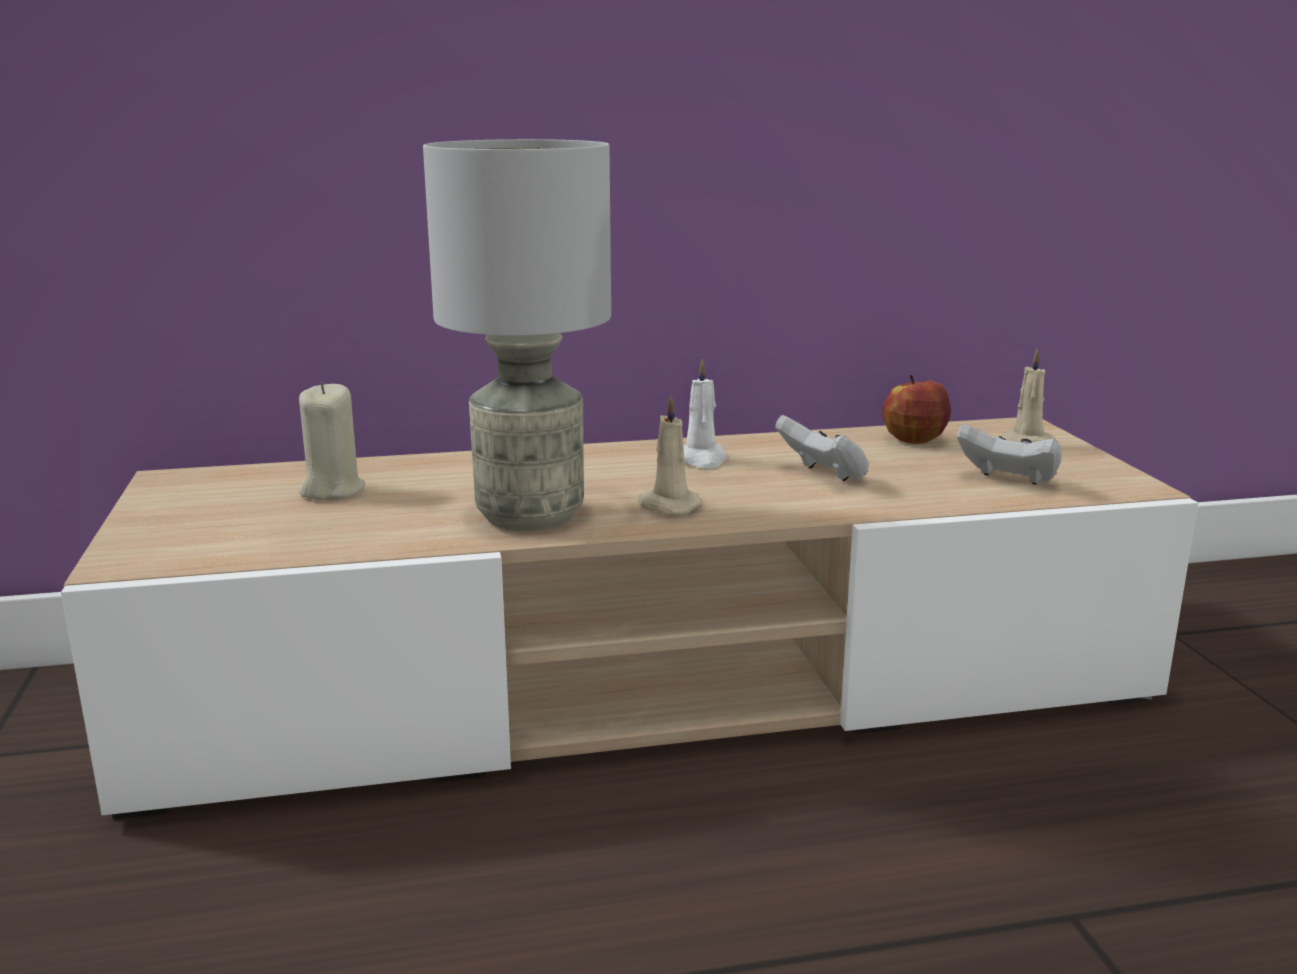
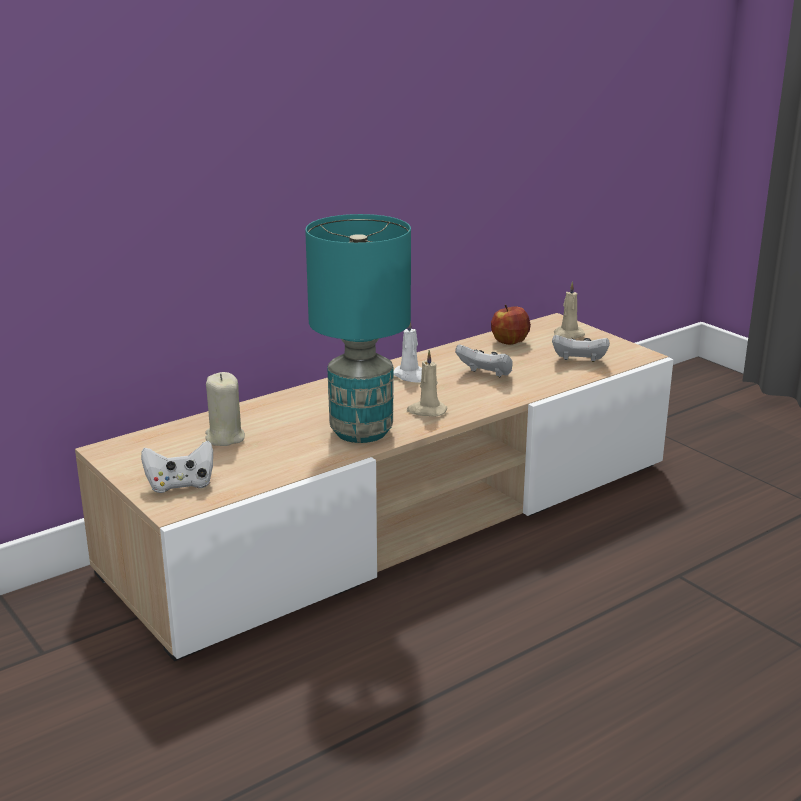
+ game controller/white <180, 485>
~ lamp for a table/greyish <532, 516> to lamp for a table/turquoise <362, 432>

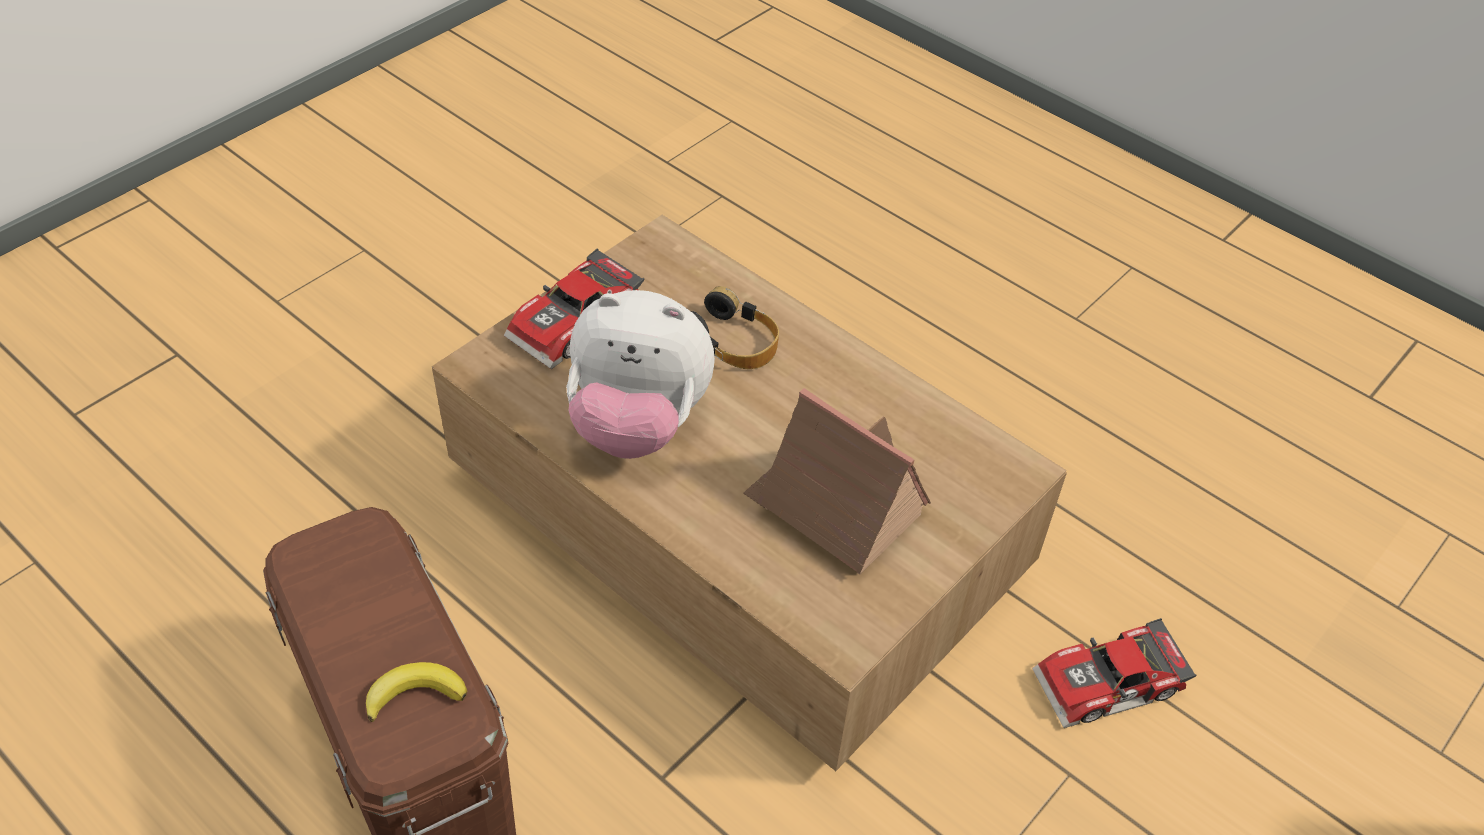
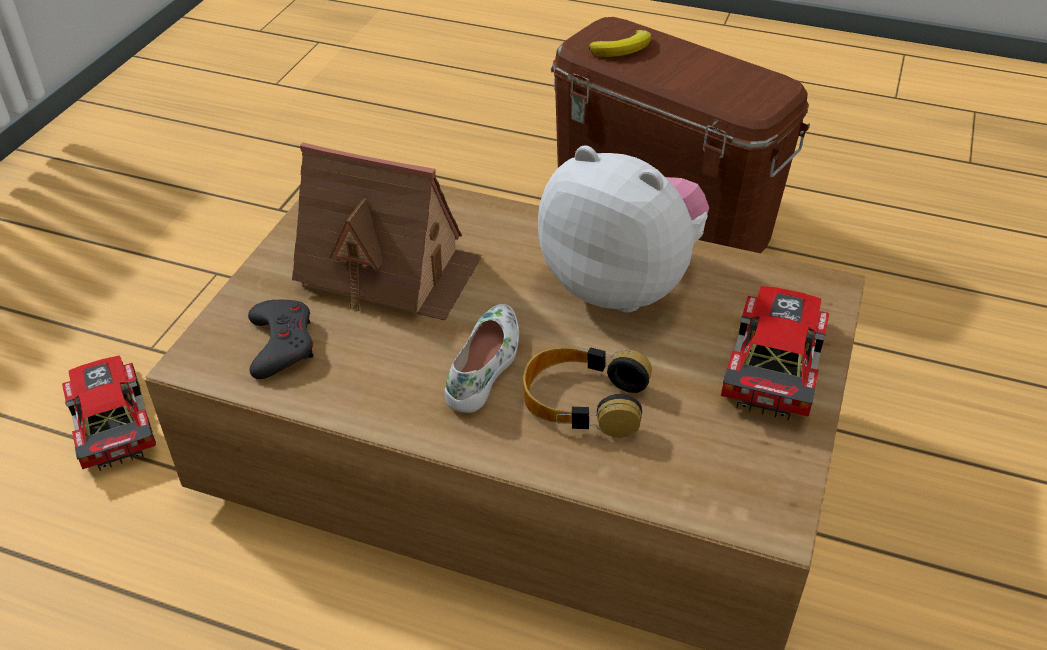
~ toy car <1110, 687> = <107, 424> 75 degrees counterclockwise
+ game controller/greyish <281, 343>
+ shoe/white <485, 366>
~ cuddly toy <638, 424> = <621, 284> 45 degrees clockwise

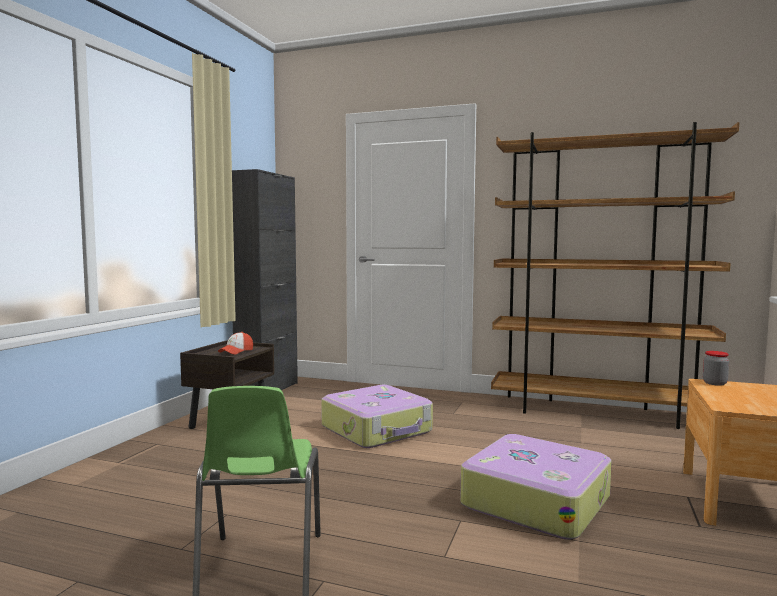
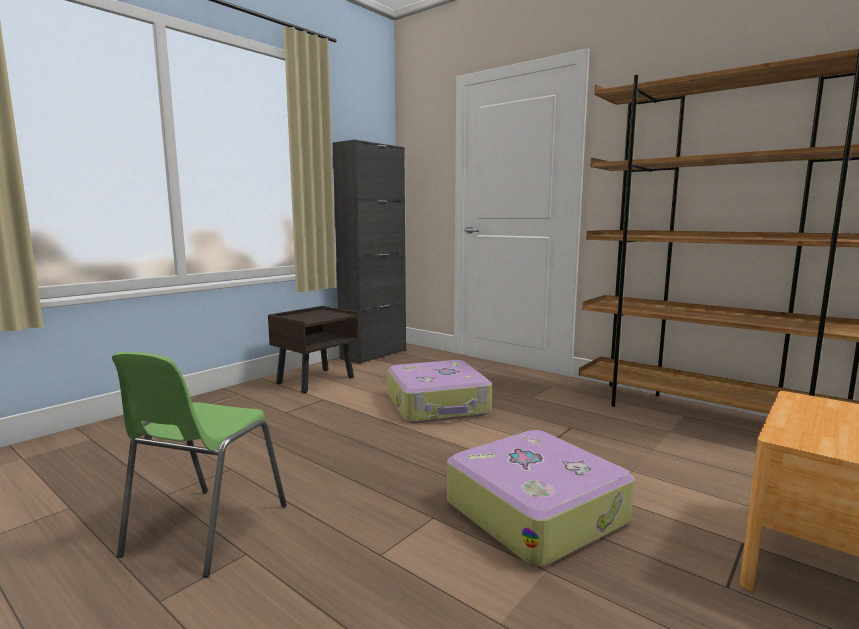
- baseball cap <236, 351>
- jar <714, 383>

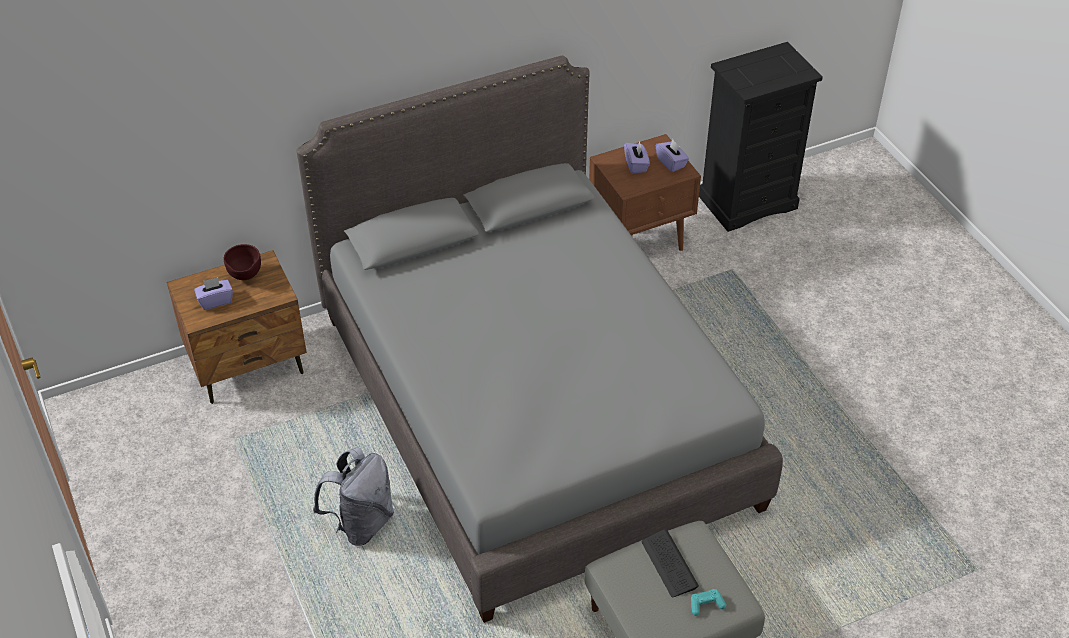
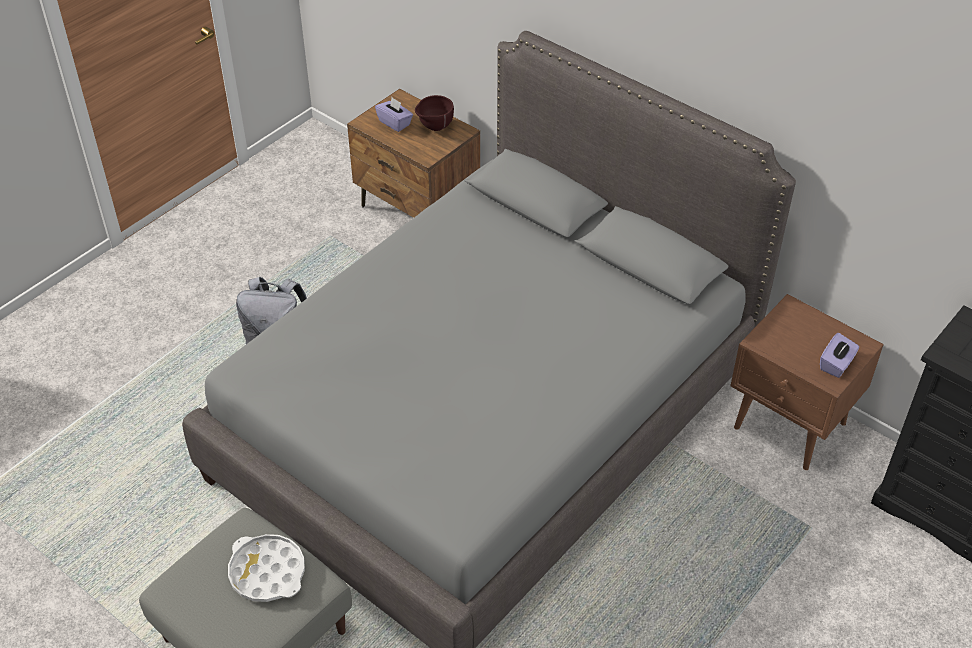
~ keyboard <669, 564> to serving tray/white <267, 572>
- tissue holder/purple <636, 165>
- game controller/turquoise <706, 605>

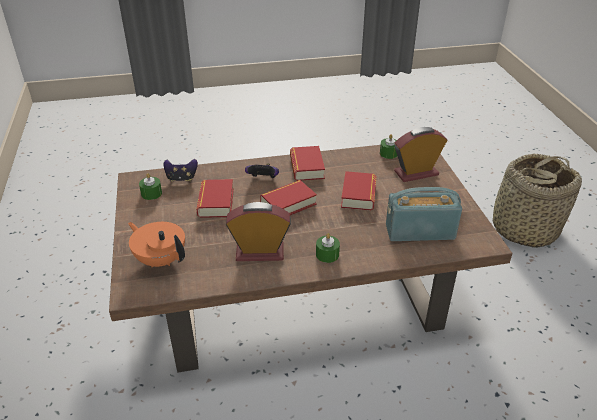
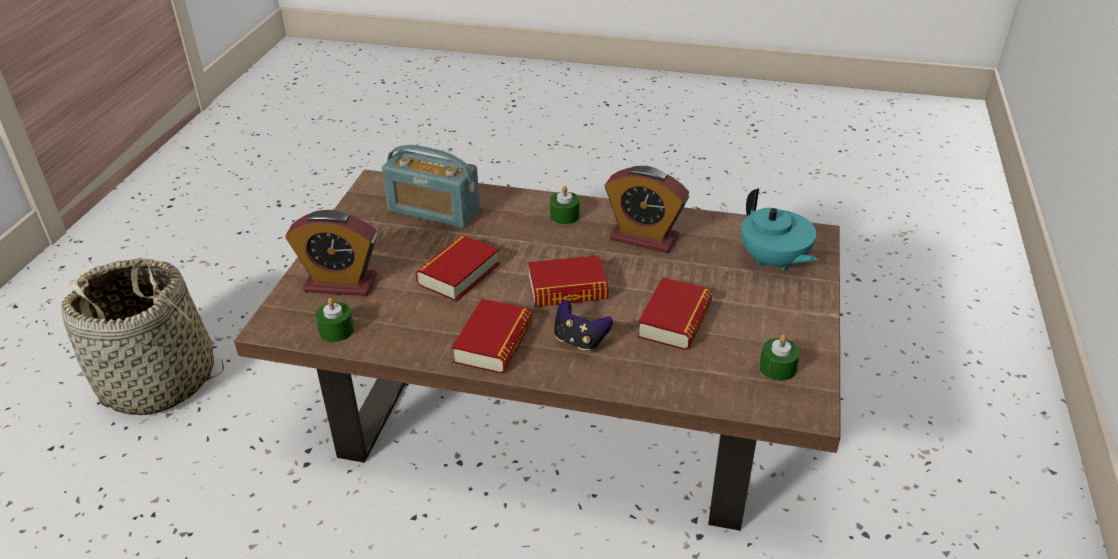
~ teapot/orange <161, 259> to teapot/turquoise <773, 262>
- game controller <181, 179>

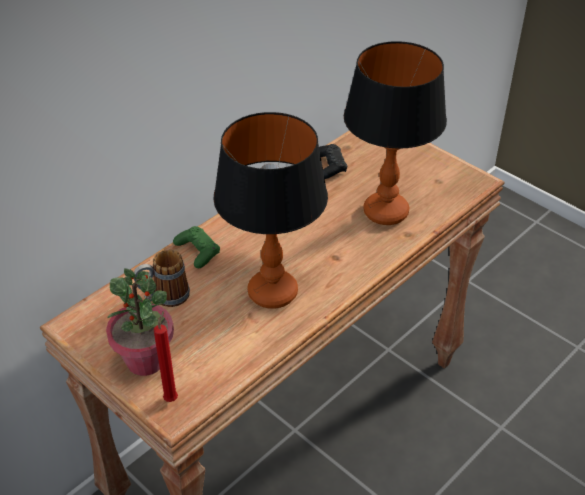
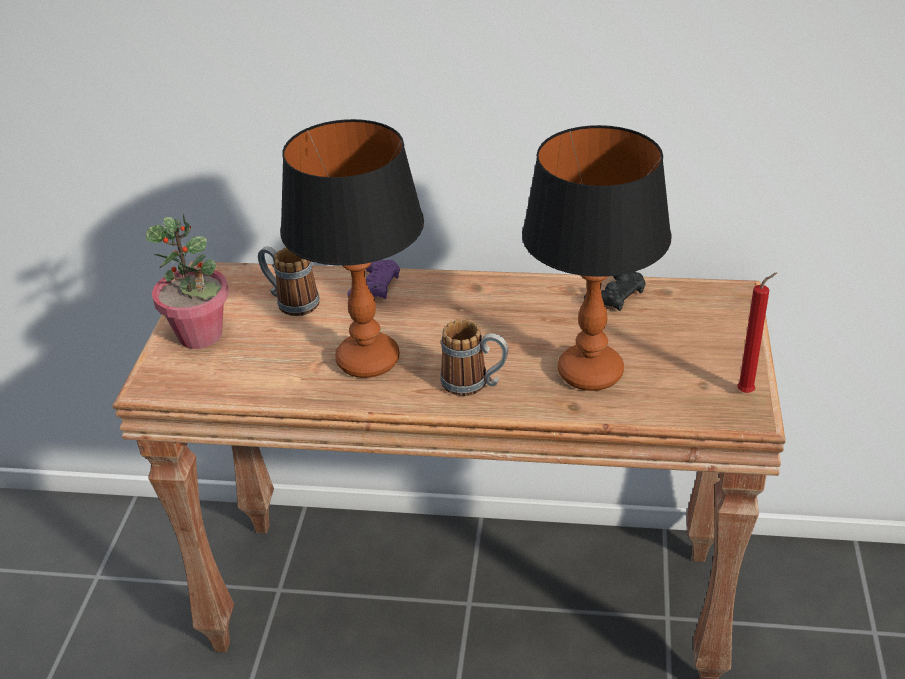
~ game controller/greenish <198, 251> to game controller/purple <375, 287>
+ coffee mug <474, 384>
~ wax candle/reddish <172, 398> to <748, 392>

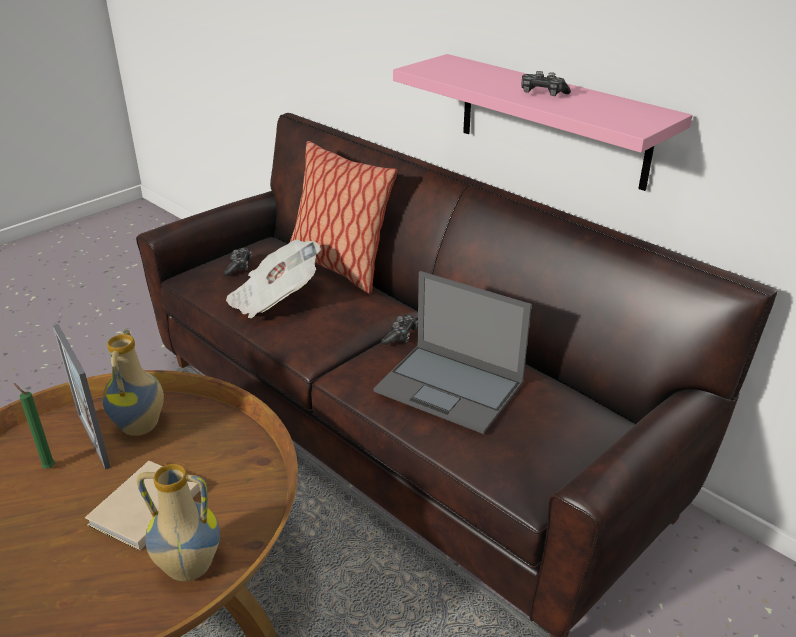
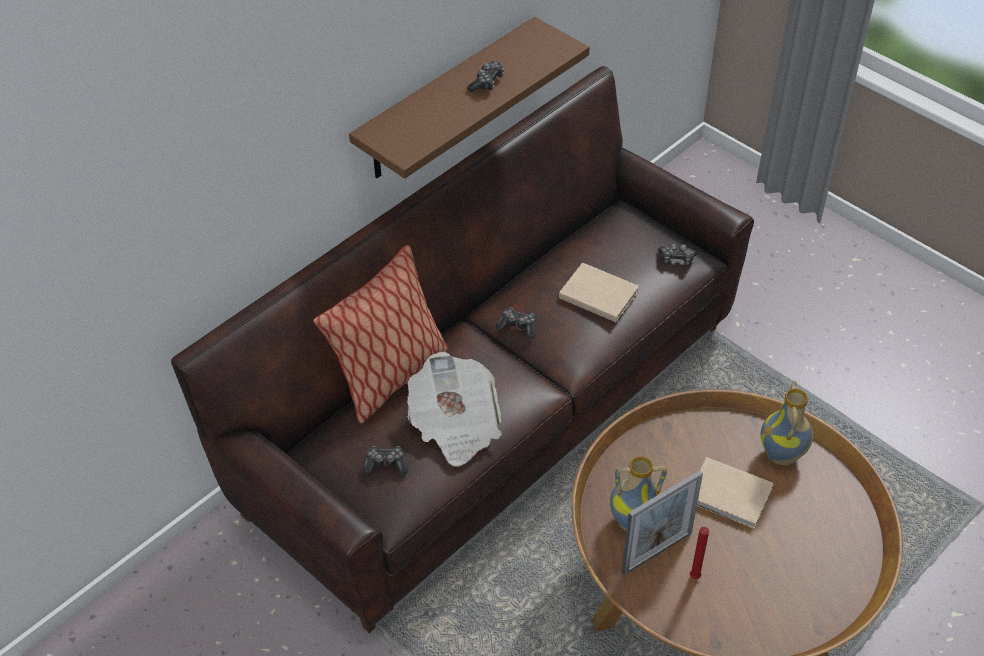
~ wall shelf/pink-coloured <552, 120> to wall shelf/brown-coloured <447, 101>
~ laptop <451, 387> to book/sand-coloured <597, 293>
+ game controller <676, 258>
~ wax candle/greenish <48, 467> to wax candle/reddish <694, 578>

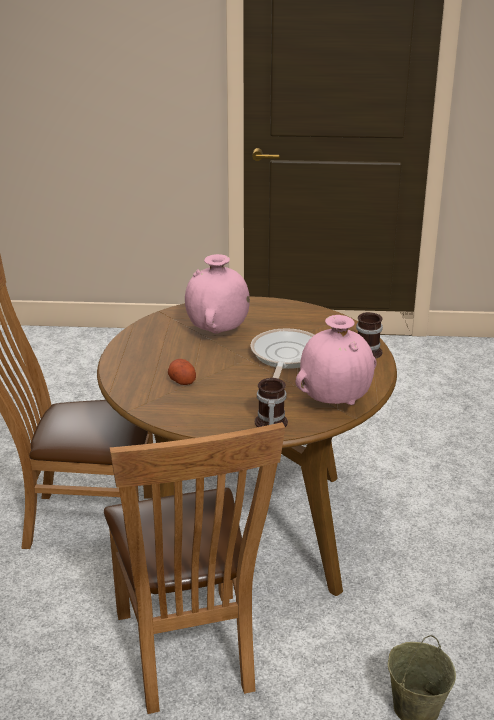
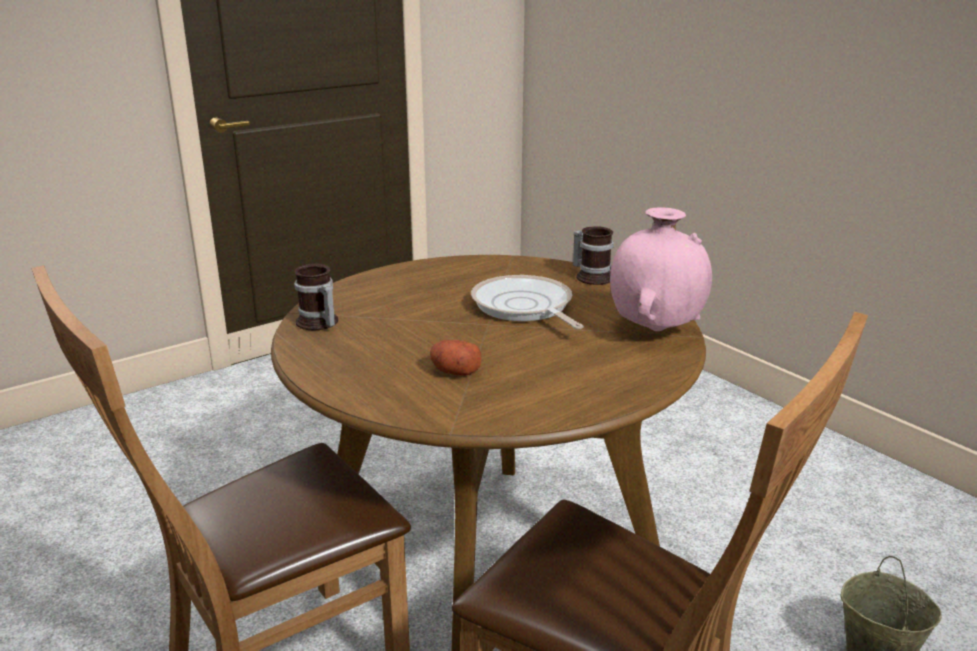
~ coffee mug <269, 424> to <317, 324>
- vase/pink-coloured <217, 332>

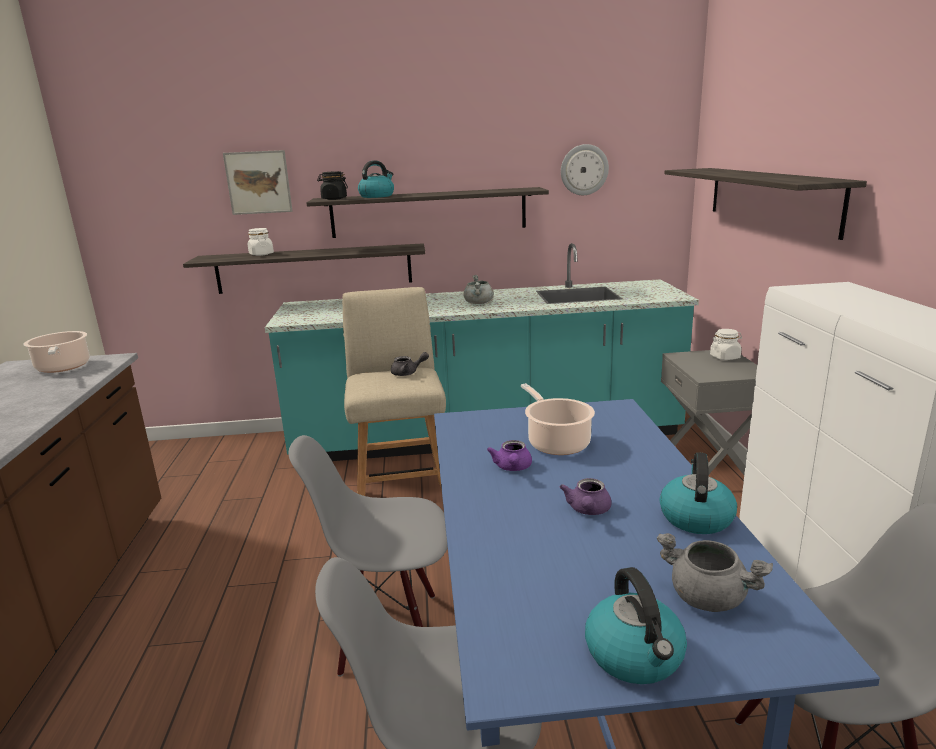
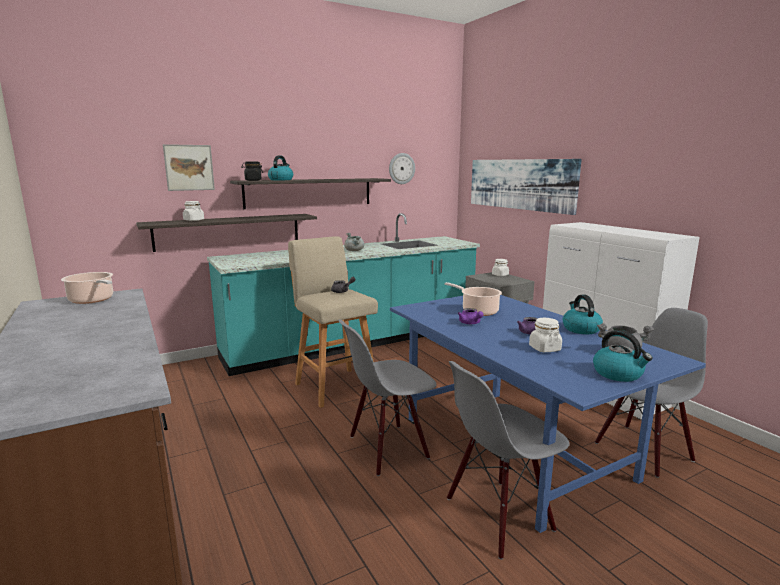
~ wall shelf <770, 198> to wall picture <519, 184>
+ jar/white <544, 348>

